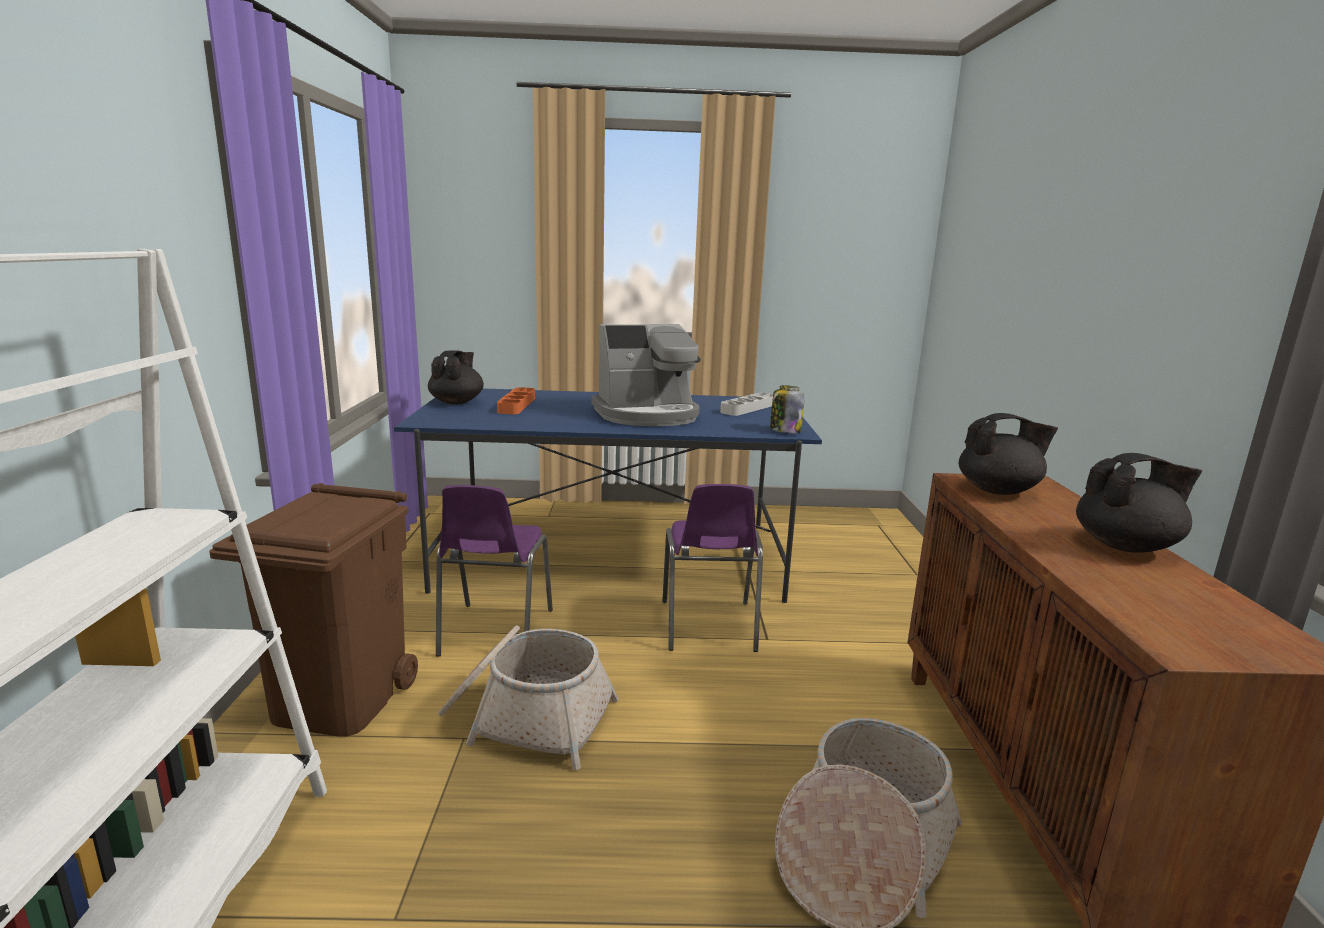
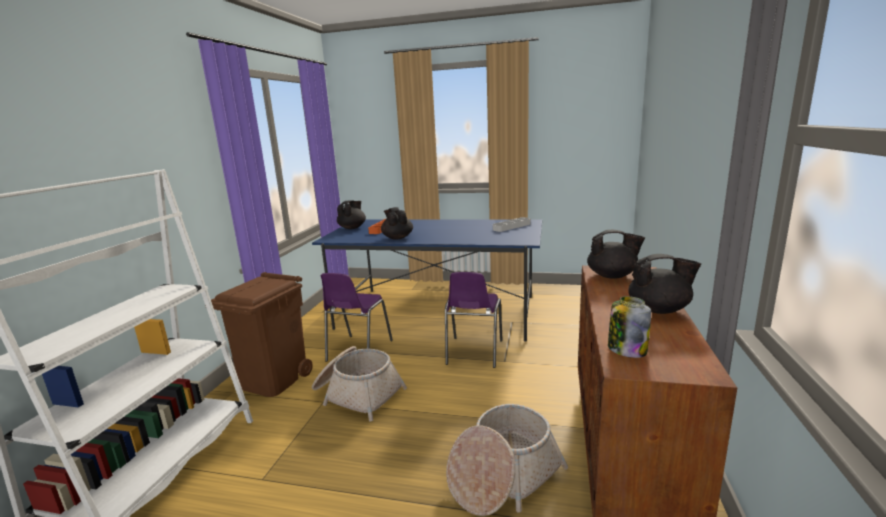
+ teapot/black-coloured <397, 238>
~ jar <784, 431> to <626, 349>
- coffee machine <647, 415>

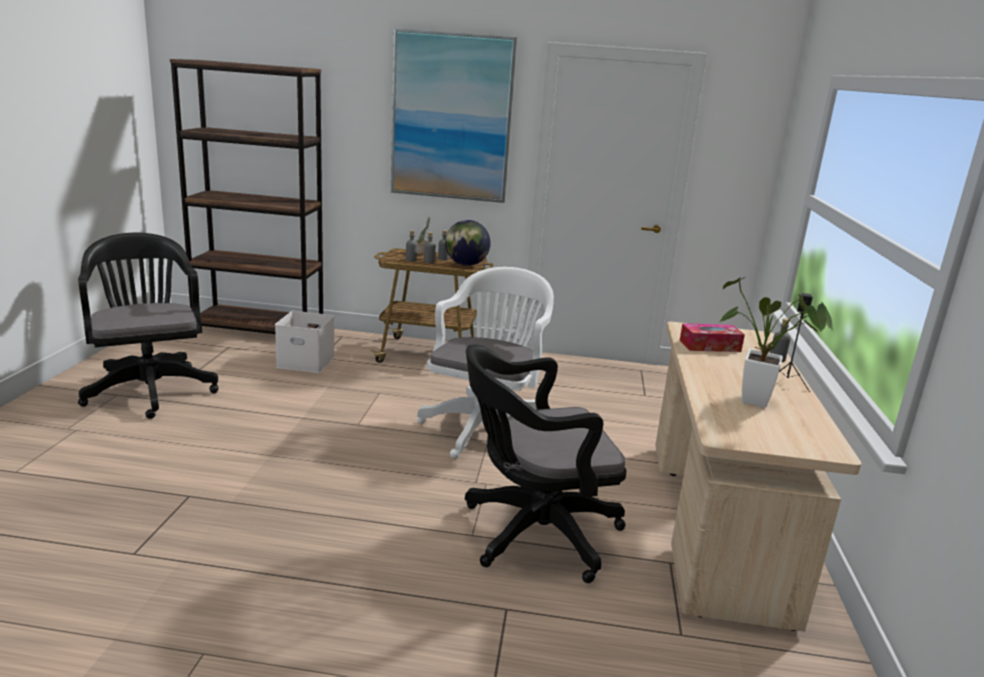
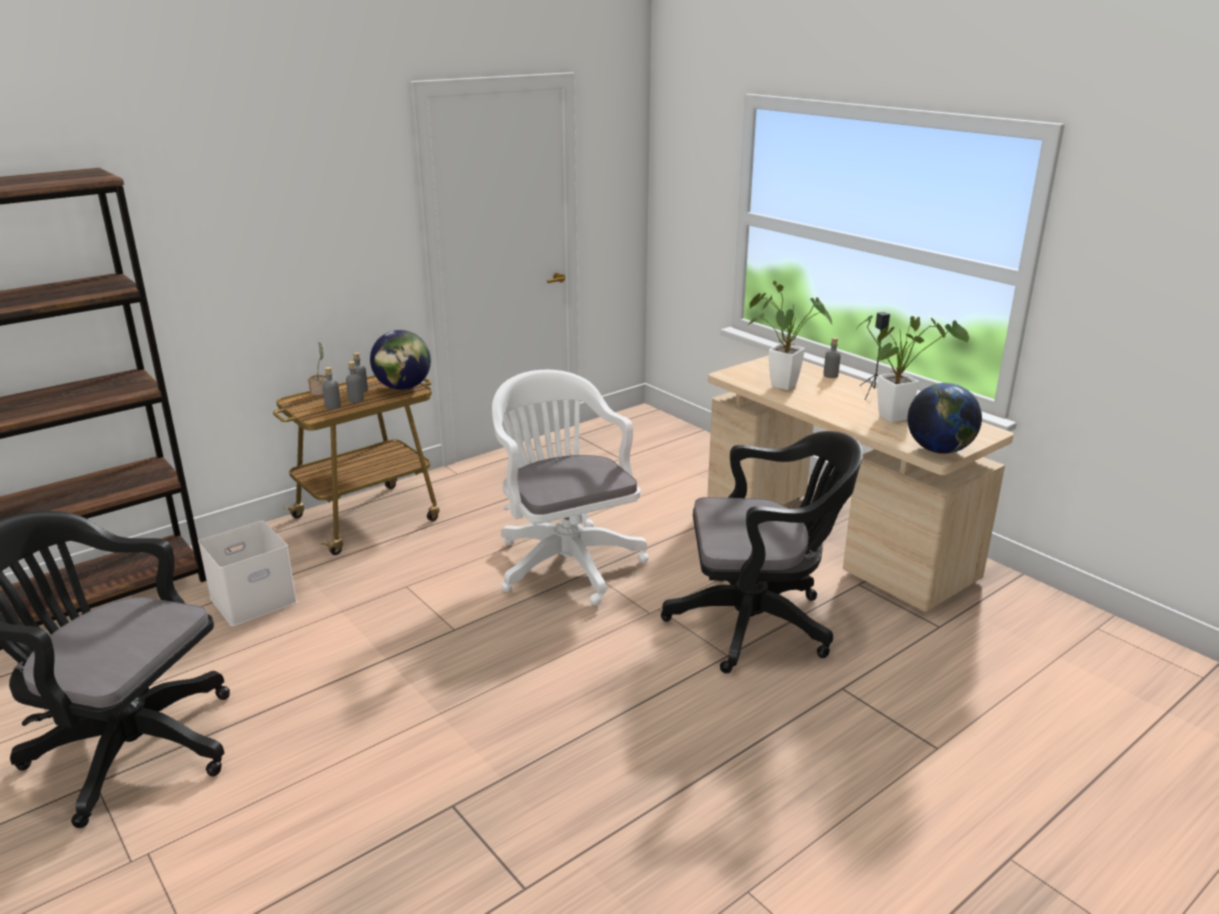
~ computer chair/black-coloured <533, 533> = <758, 624> 120 degrees counterclockwise
~ tissue holder <710, 346> to houseplant <778, 384>
+ world globe <939, 450>
- wall picture <451, 117>

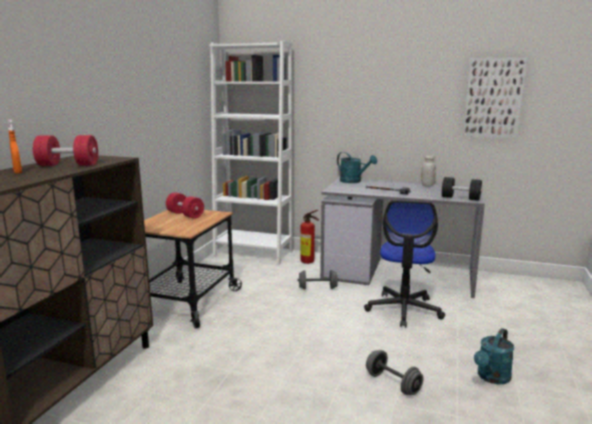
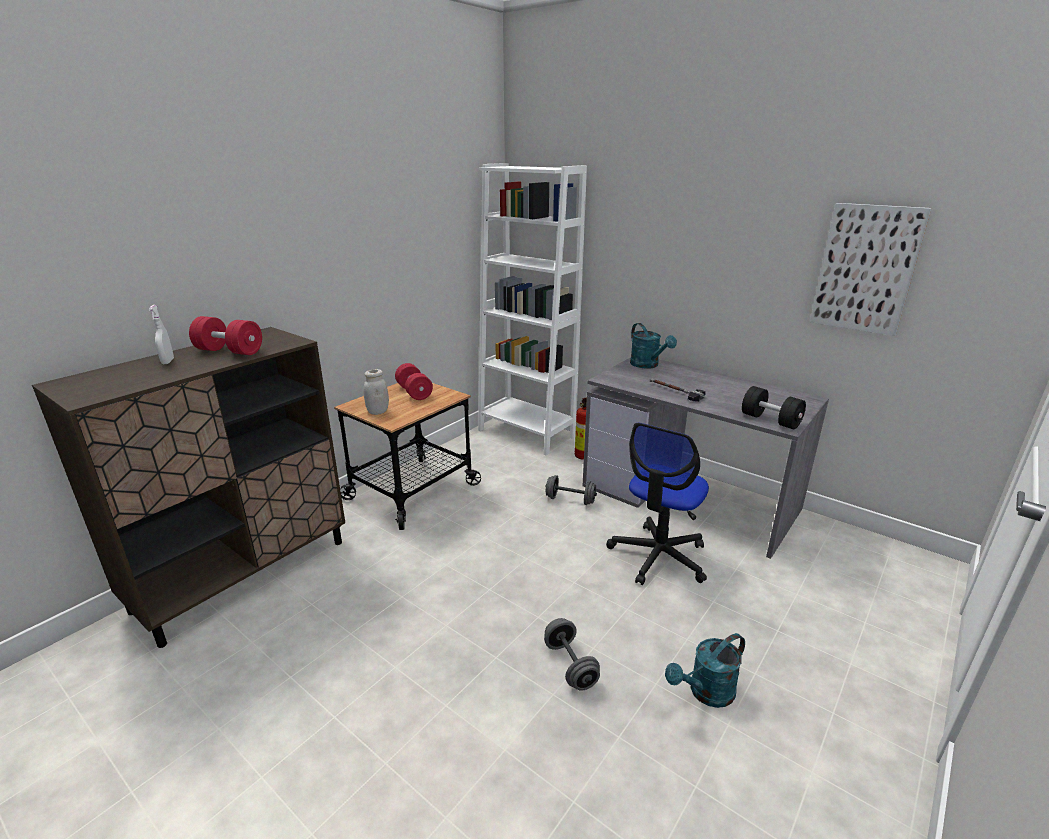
~ sprayer/orange <18, 172> to sprayer/white <168, 361>
~ jar/white <427, 185> to <378, 411>

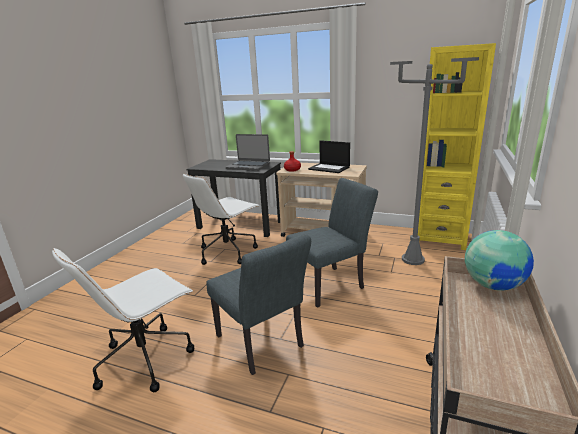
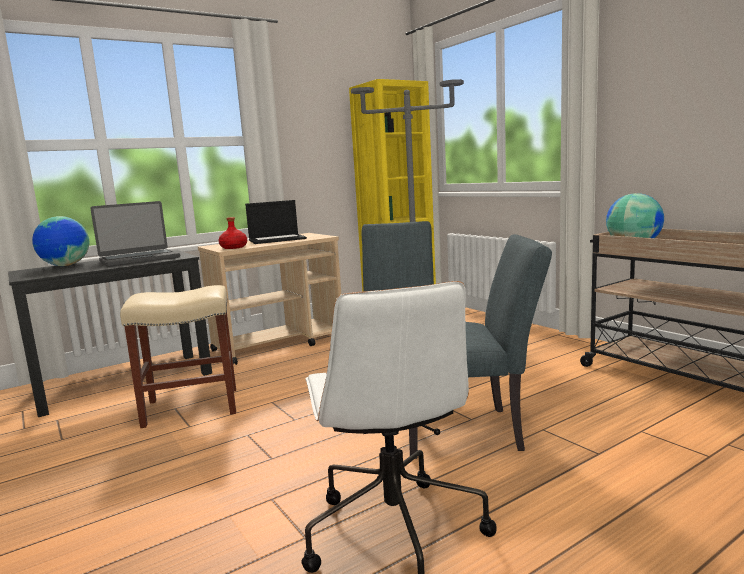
+ world globe <65, 265>
~ computer chair/white <228, 252> to stool seat/sand-coloured <190, 407>

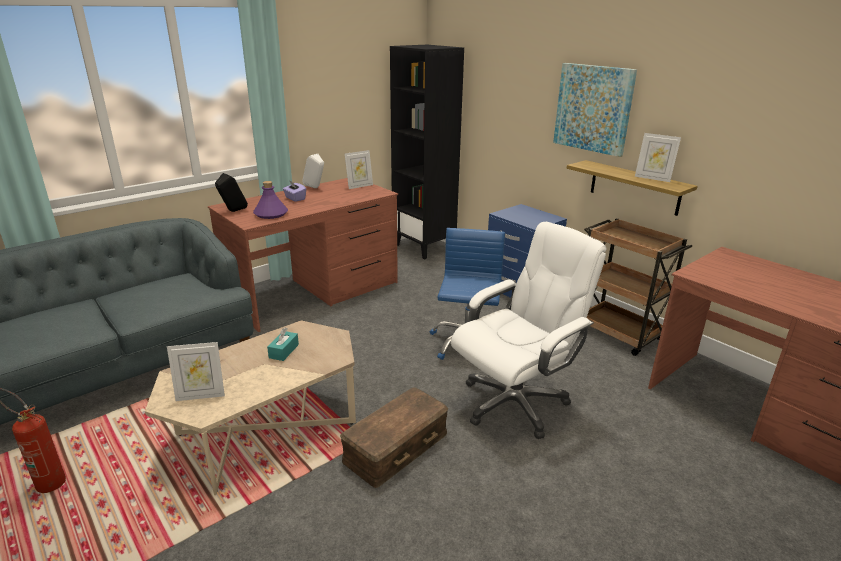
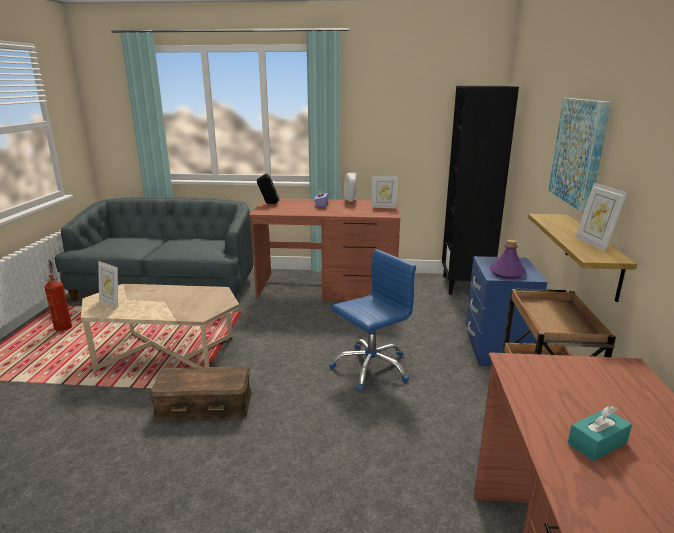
~ bottle/purple <271, 214> to <507, 273>
~ tissue holder/turquoise <284, 351> to <597, 443>
- computer chair/white <515, 402>

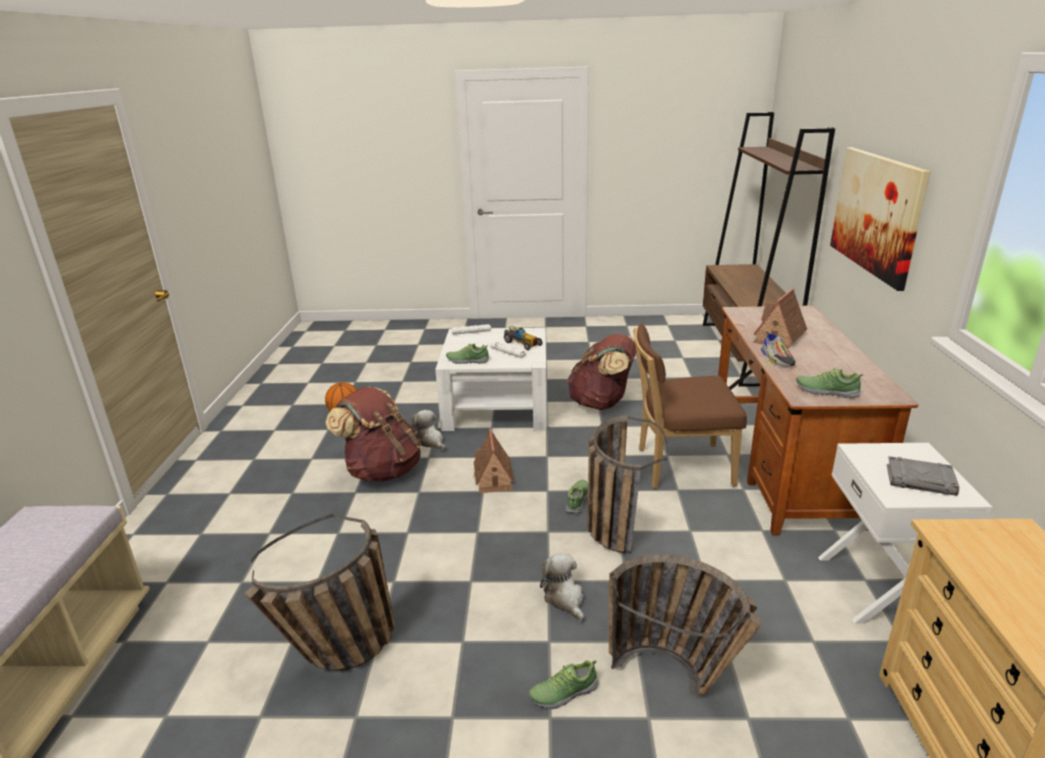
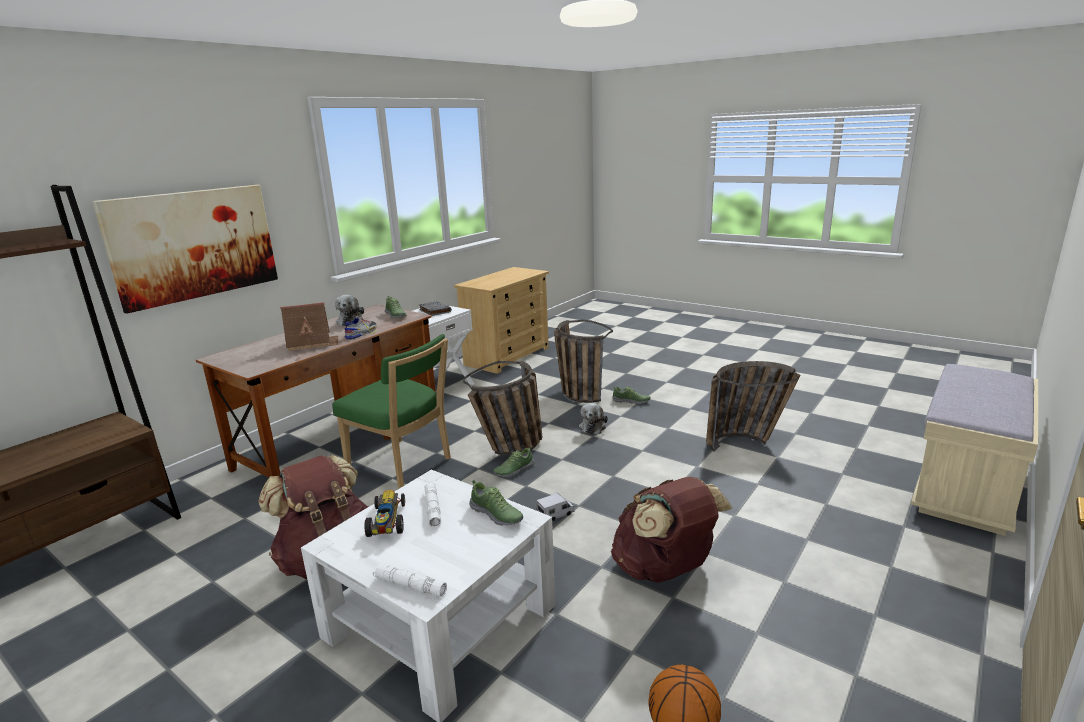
~ upright chair/brown-coloured <679, 466> to upright chair/greenish <403, 466>
~ cuddly toy <430, 441> to <351, 321>
~ miniature house <494, 477> to model truck <555, 514>

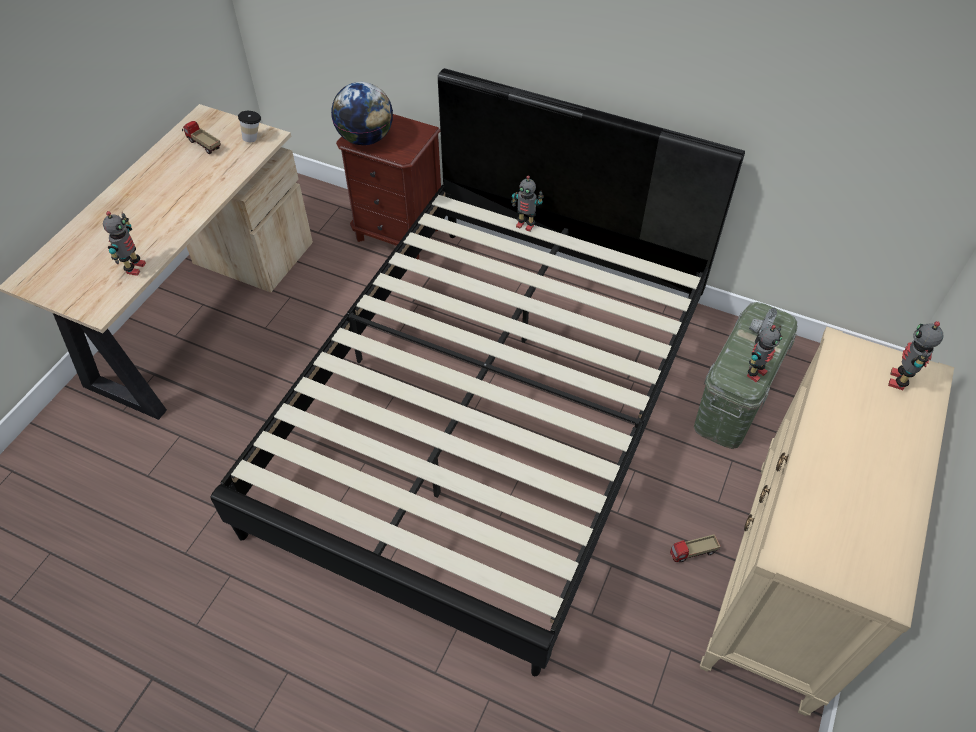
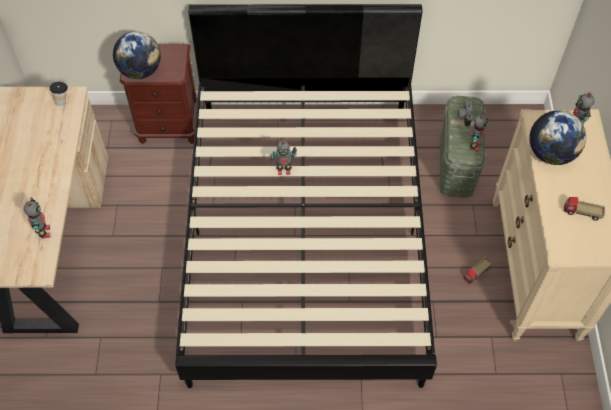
~ robot figure <525, 225> to <284, 170>
+ world globe <551, 154>
~ model truck <204, 145> to <582, 213>

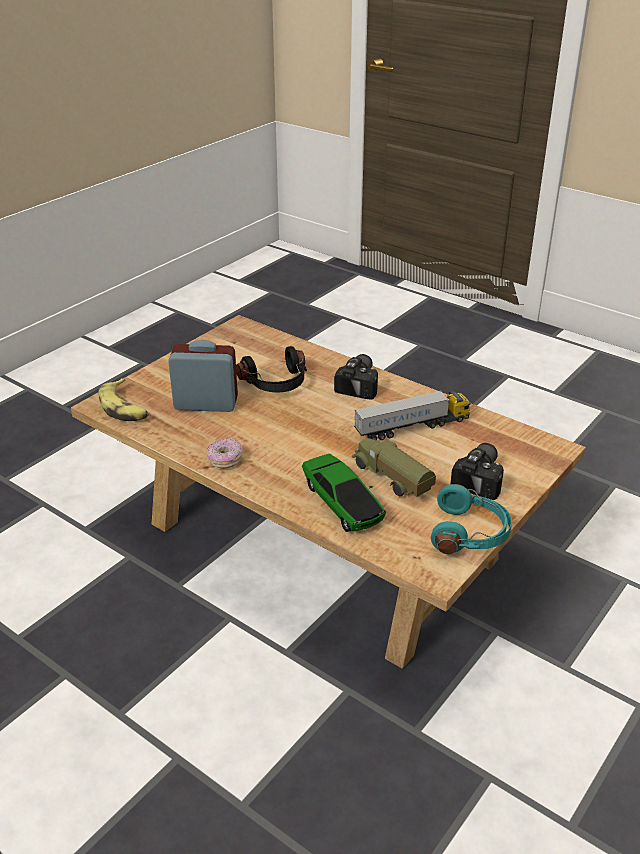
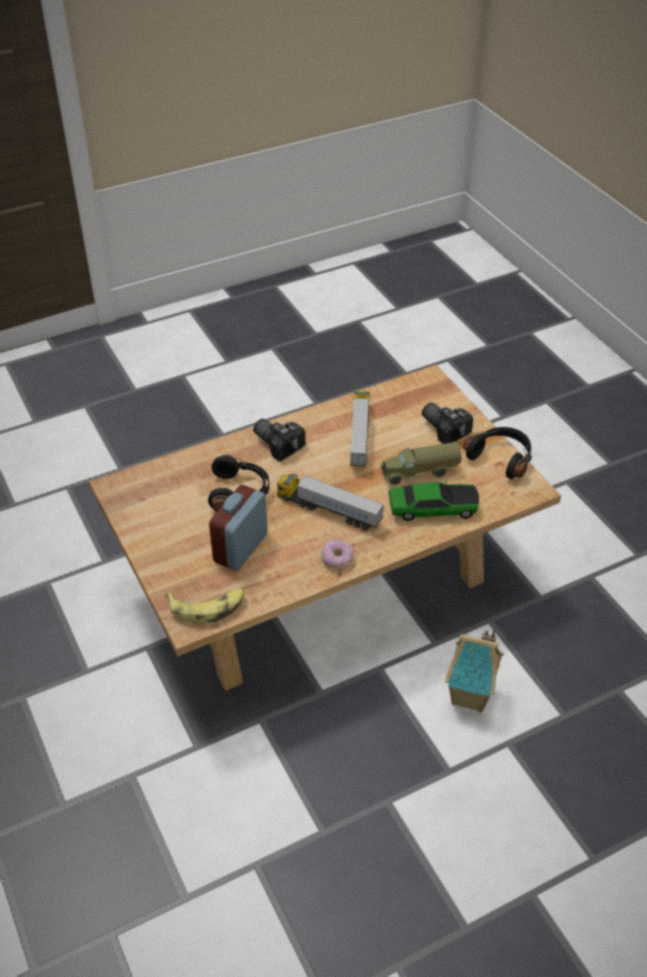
+ model truck <329, 510>
+ miniature house <471, 697>
~ pair of headphones/turquoise <470, 534> to pair of headphones/black-coloured <501, 458>

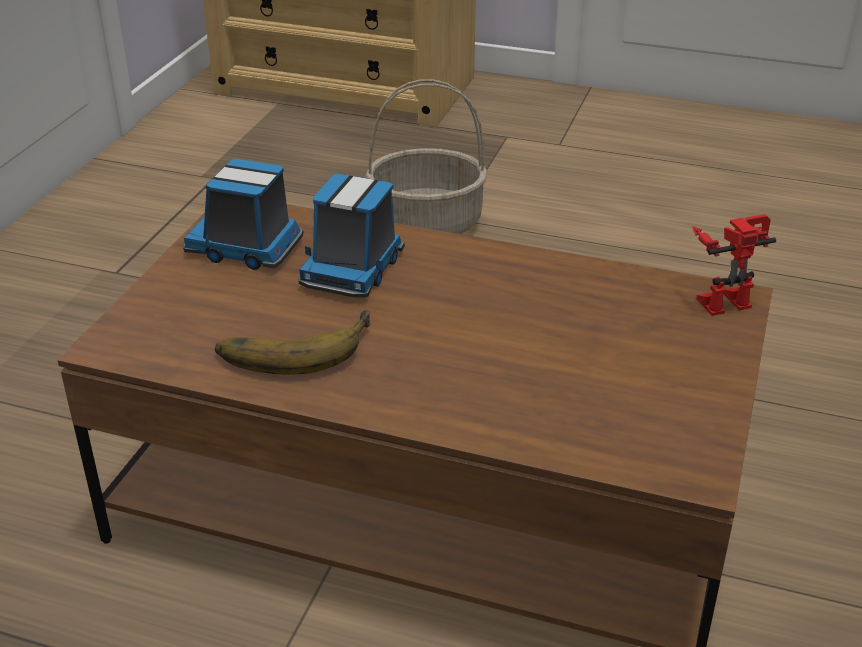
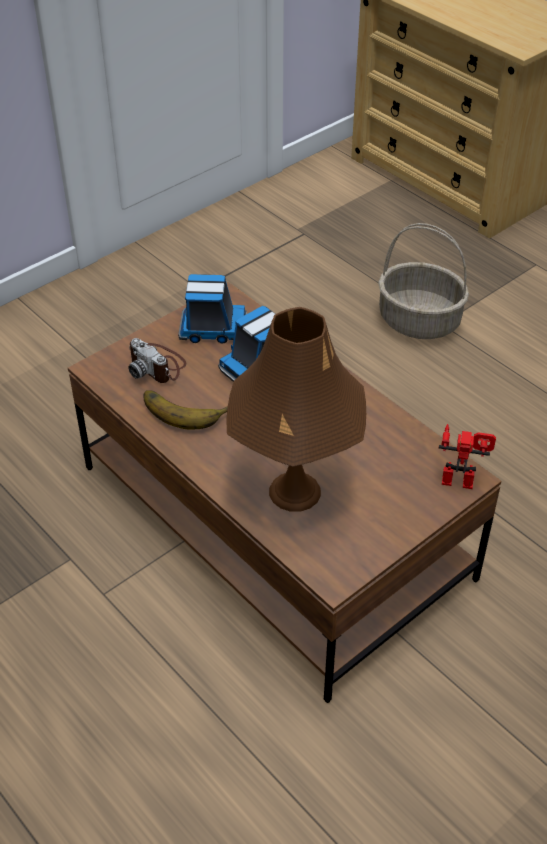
+ photo camera <157, 365>
~ model truck <247, 248> = <211, 329> 135 degrees clockwise
+ lamp for a table/brown-coloured <294, 491>

